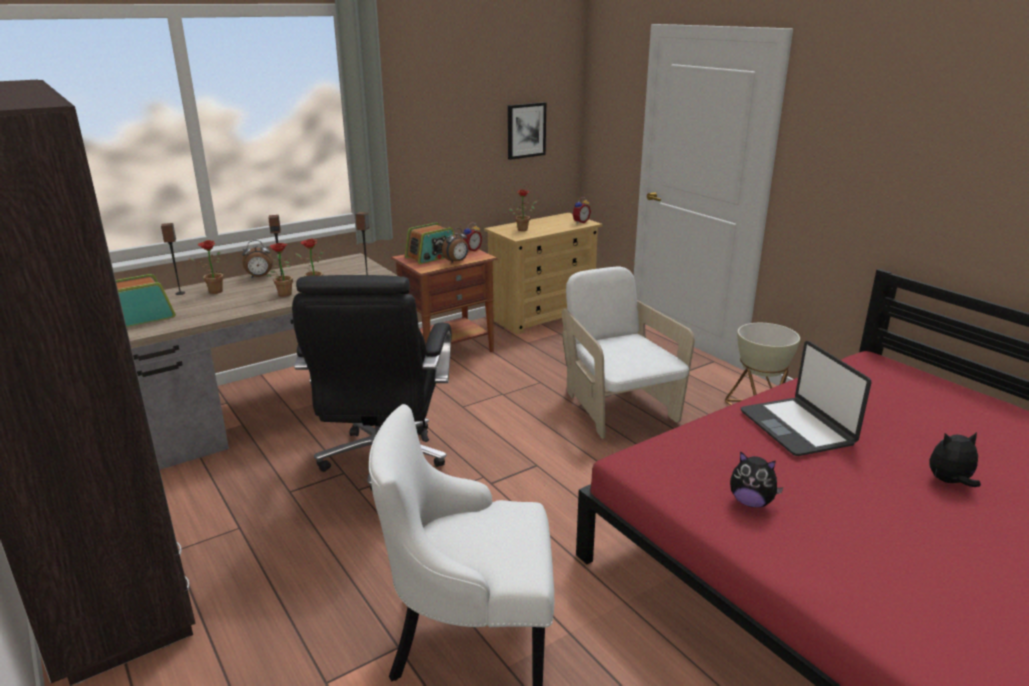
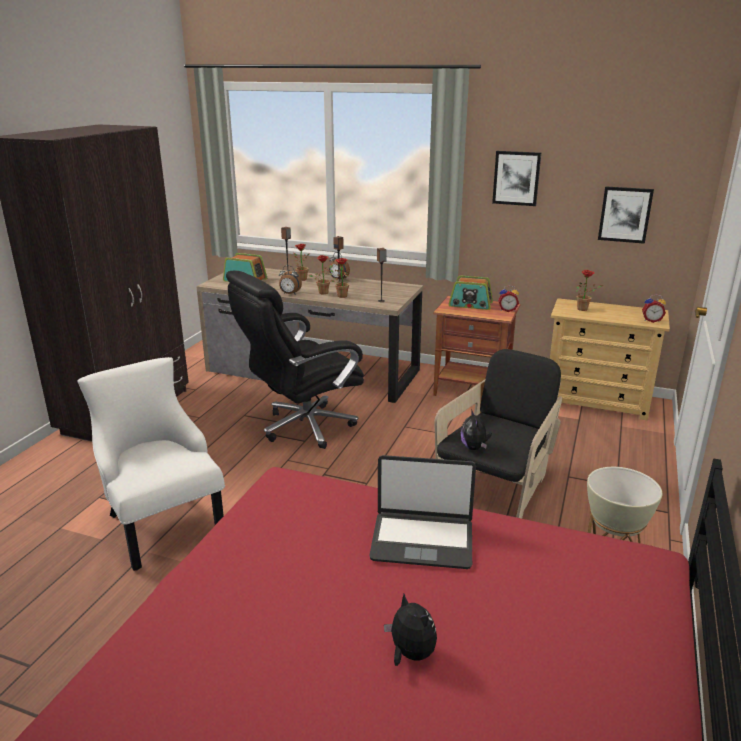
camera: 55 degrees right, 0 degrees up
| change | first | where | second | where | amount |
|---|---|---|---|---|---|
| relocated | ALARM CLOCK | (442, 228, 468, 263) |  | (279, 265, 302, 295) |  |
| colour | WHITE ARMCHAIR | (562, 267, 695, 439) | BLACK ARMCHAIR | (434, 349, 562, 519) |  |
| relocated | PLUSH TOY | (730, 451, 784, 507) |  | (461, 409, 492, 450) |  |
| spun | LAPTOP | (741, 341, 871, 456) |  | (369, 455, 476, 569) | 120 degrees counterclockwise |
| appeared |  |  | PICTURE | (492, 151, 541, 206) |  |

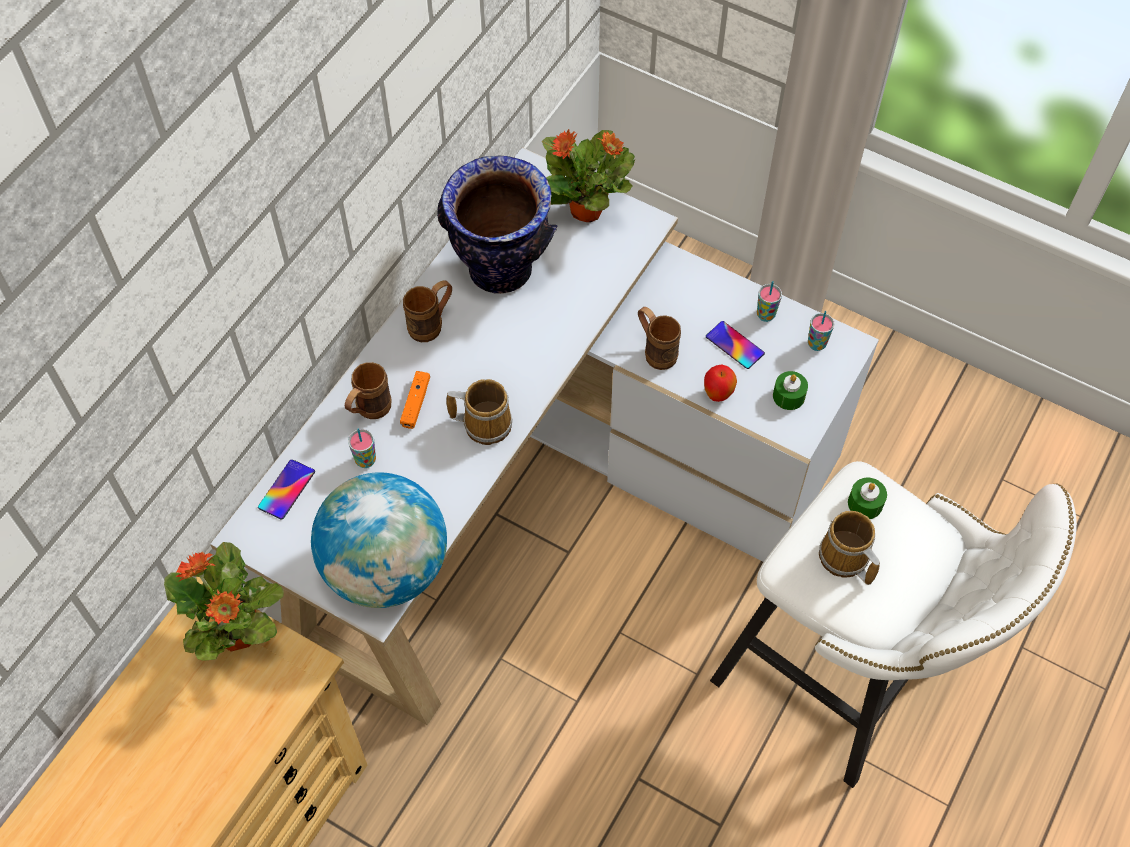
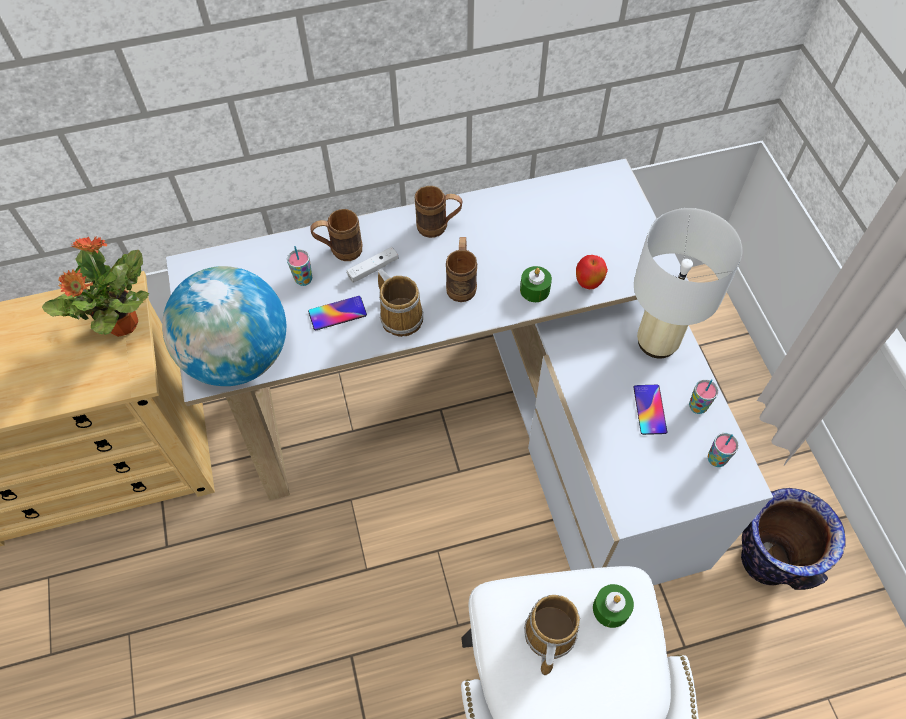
camera: 45 degrees right, 0 degrees up
| change | first | where | second | where | amount |
|---|---|---|---|---|---|
| relocated | PHONE | (258, 459, 315, 520) |  | (308, 296, 367, 331) |  |
| colour | ORANGE GAME CONTROLLER | (400, 371, 430, 429) | WHITE GAME CONTROLLER | (346, 247, 399, 283) |  |
| relocated | VASE | (437, 155, 558, 294) |  | (741, 488, 846, 590) |  |
| missing | POTTED PLANT | (542, 129, 635, 222) |  |  |  |
| relocated | BROWN MUG | (638, 307, 681, 370) |  | (446, 237, 477, 302) |  |
| relocated | APPLE | (704, 364, 737, 402) |  | (576, 255, 608, 289) |  |
| relocated | GREEN CANDLE | (773, 371, 808, 410) |  | (520, 266, 552, 302) |  |
| appeared |  |  | WHITE TABLE LAMP | (634, 208, 743, 358) |  |

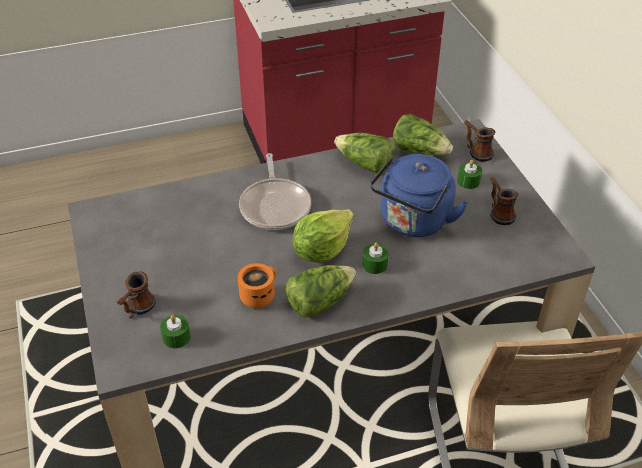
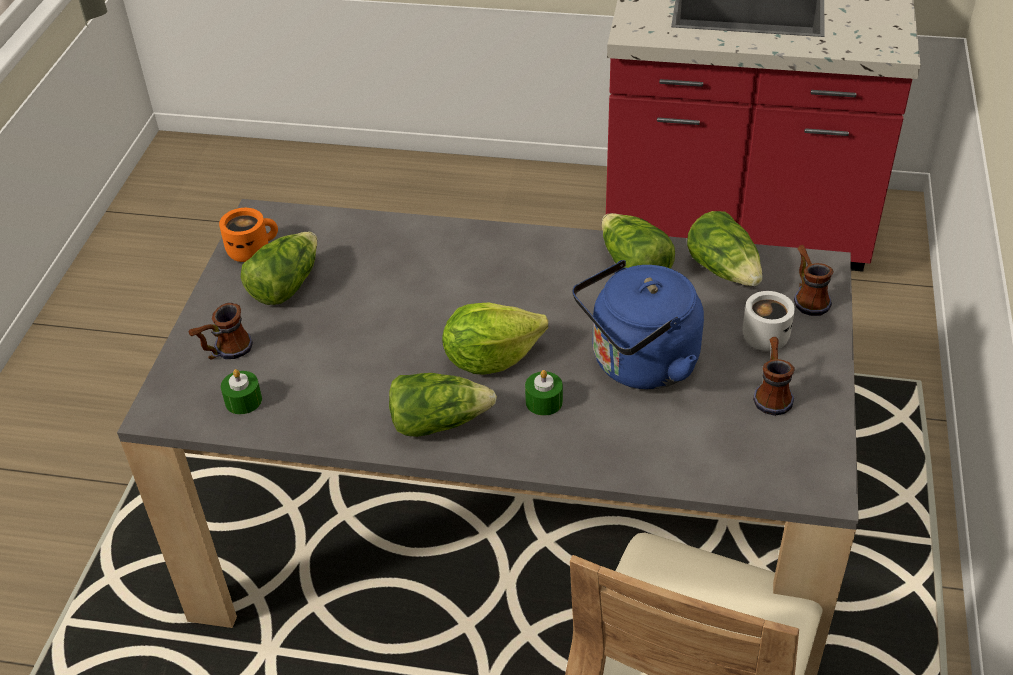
camera: 30 degrees right, 0 degrees up
| change | first | where | second | where | amount |
|---|---|---|---|---|---|
| relocated | ORANGE MUG | (238, 263, 276, 309) |  | (219, 208, 278, 262) |  |
| missing | FRYING PAN | (239, 153, 311, 230) |  |  |  |
| exchanged | GREEN CANDLE | (457, 160, 482, 189) | WHITE MUG | (743, 291, 795, 351) |  |
| appeared |  |  | LETTUCE | (241, 232, 317, 305) |  |

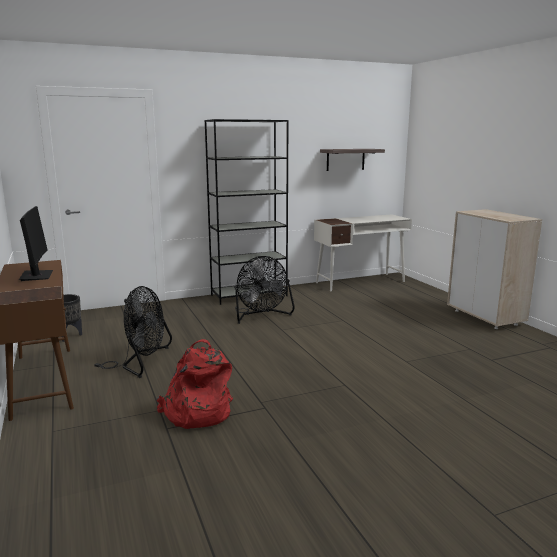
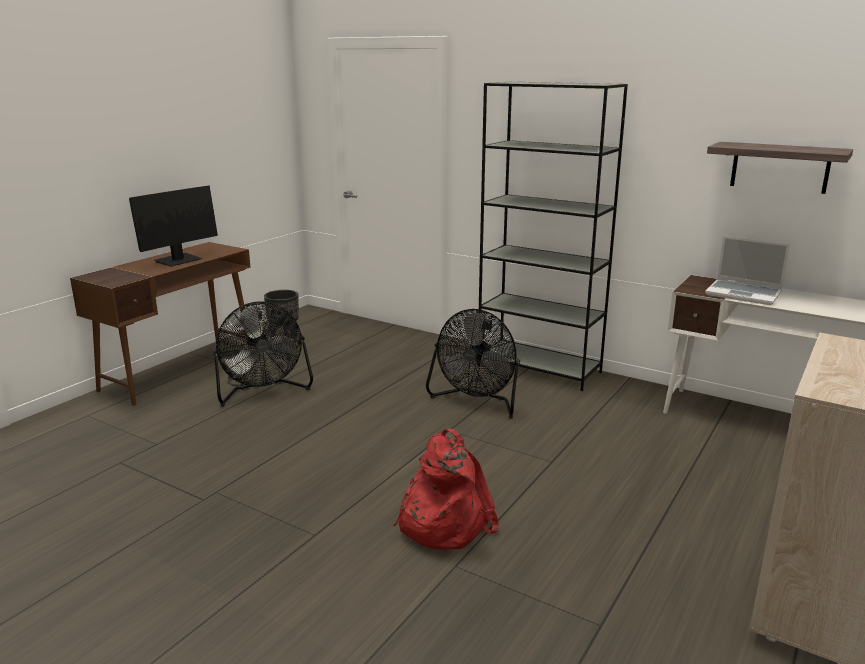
camera: 55 degrees right, 5 degrees up
| change | first | where | second | where | amount |
|---|---|---|---|---|---|
| relocated | RED BACKPACK | (156, 339, 233, 429) |  | (394, 429, 499, 550) |  |
| appeared |  |  | LAPTOP | (705, 236, 790, 305) |  |

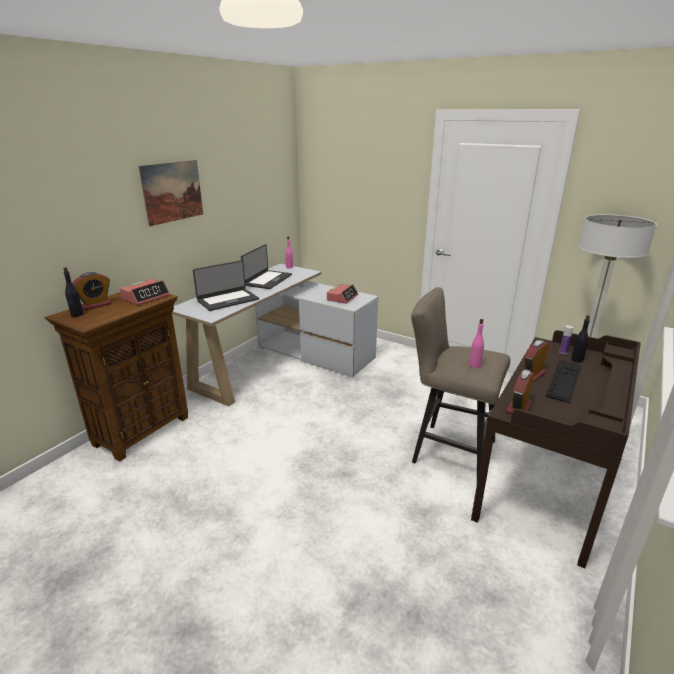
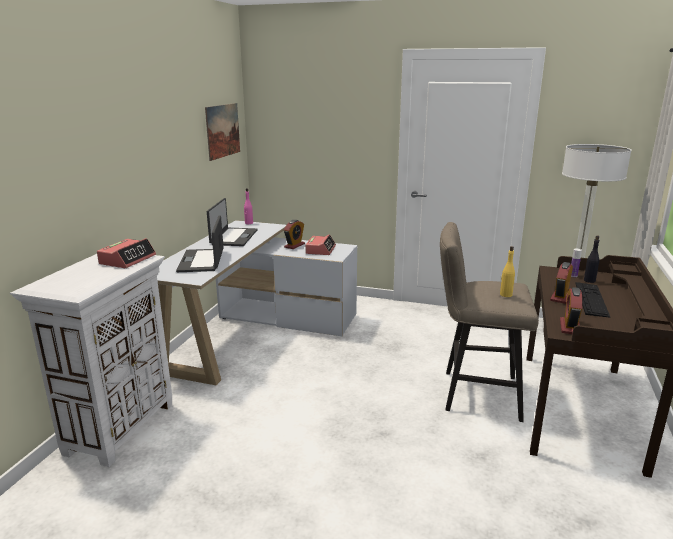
camera: 15 degrees left, 5 degrees down
| change | first | where | second | where | amount |
|---|---|---|---|---|---|
| colour | BROWN CABINET | (45, 292, 188, 462) | WHITE CABINET | (10, 254, 172, 467) |  |
| missing | BLACK BOTTLE | (63, 267, 84, 317) |  |  |  |
| relocated | ALARM CLOCK | (72, 272, 112, 310) |  | (284, 220, 305, 249) |  |
| relocated | PICTURE | (138, 160, 203, 226) |  | (205, 103, 240, 161) |  |
| spun | LAPTOP | (193, 260, 259, 311) |  | (176, 215, 224, 272) | 135 degrees clockwise |
| colour | PINK BOTTLE | (469, 319, 484, 368) | YELLOW BOTTLE | (500, 246, 515, 297) |  |

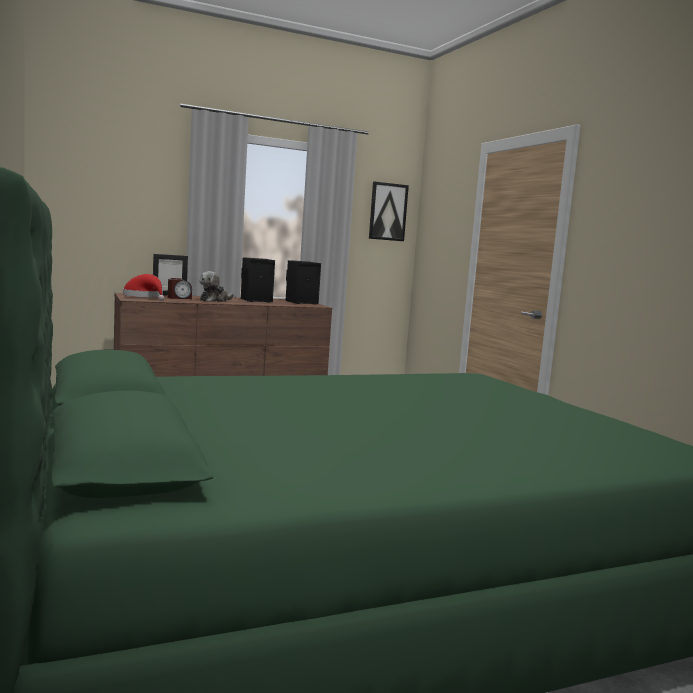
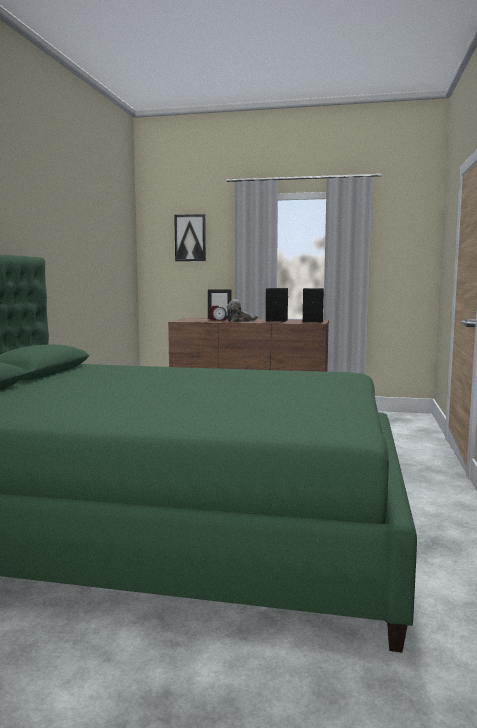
camera: 35 degrees right, 0 degrees up
| change | first | where | second | where | amount |
|---|---|---|---|---|---|
| missing | RED HAT | (123, 274, 164, 301) |  |  |  |
| relocated | PICTURE | (369, 181, 409, 241) |  | (174, 214, 206, 261) |  |

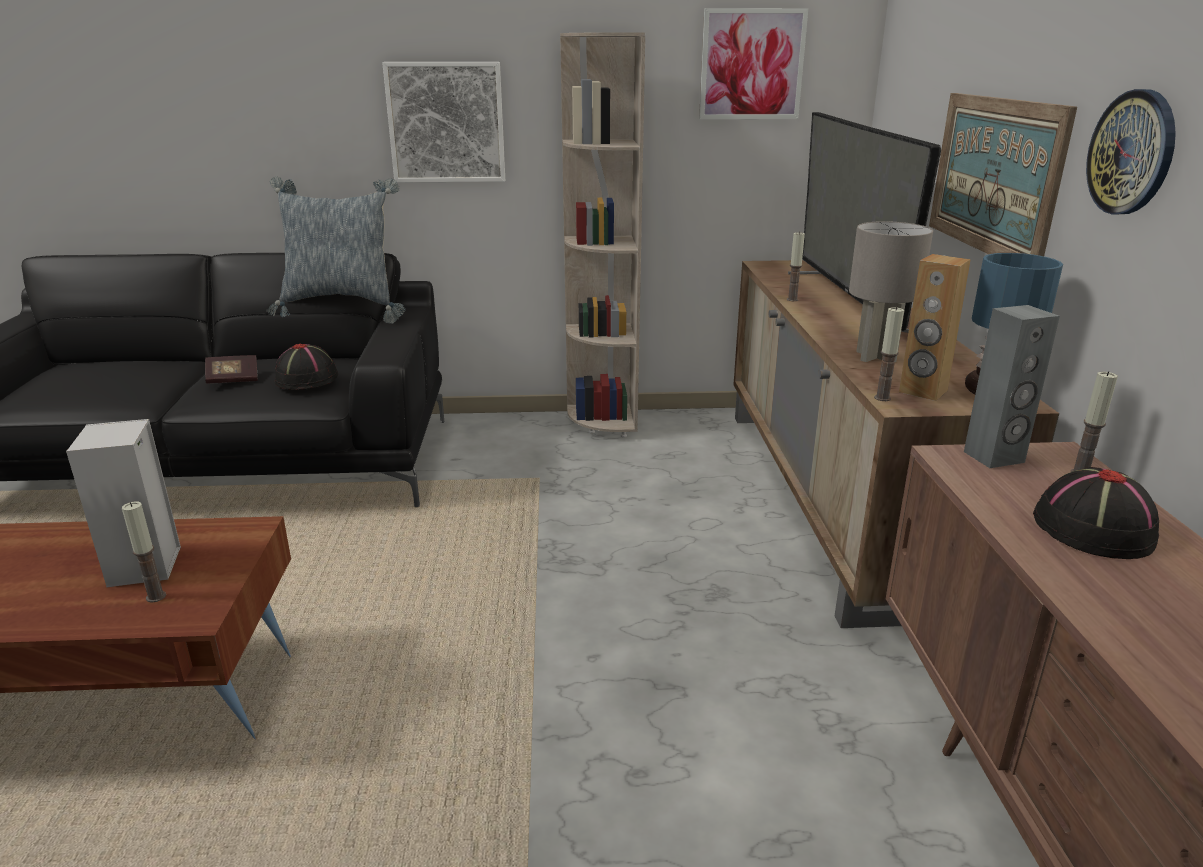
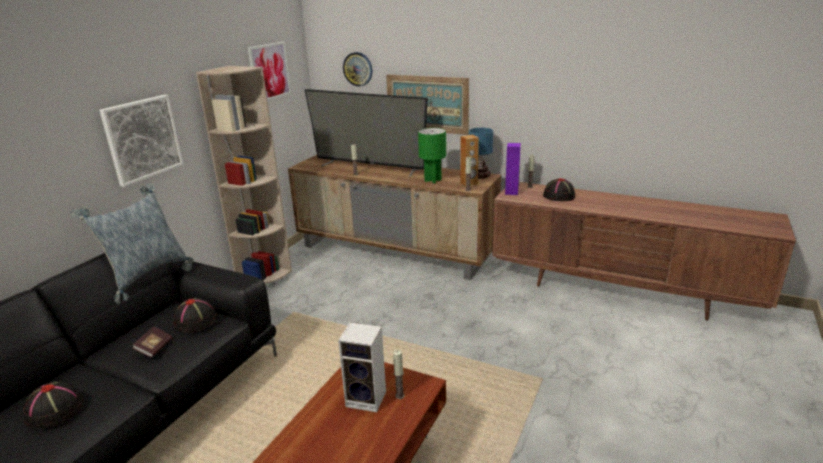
camera: 60 degrees left, 0 degrees up
| change | first | where | second | where | amount |
|---|---|---|---|---|---|
| colour | GREY TABLE LAMP | (849, 221, 933, 362) | GREEN TABLE LAMP | (418, 128, 446, 184) |  |
| colour | GREY SPEAKER | (964, 305, 1060, 468) | PURPLE SPEAKER | (505, 143, 521, 195) |  |
| relocated | WALL CLOCK | (1086, 89, 1176, 214) |  | (343, 52, 372, 87) |  |
| appeared |  |  | BLACK HAT | (23, 382, 83, 429) |  |

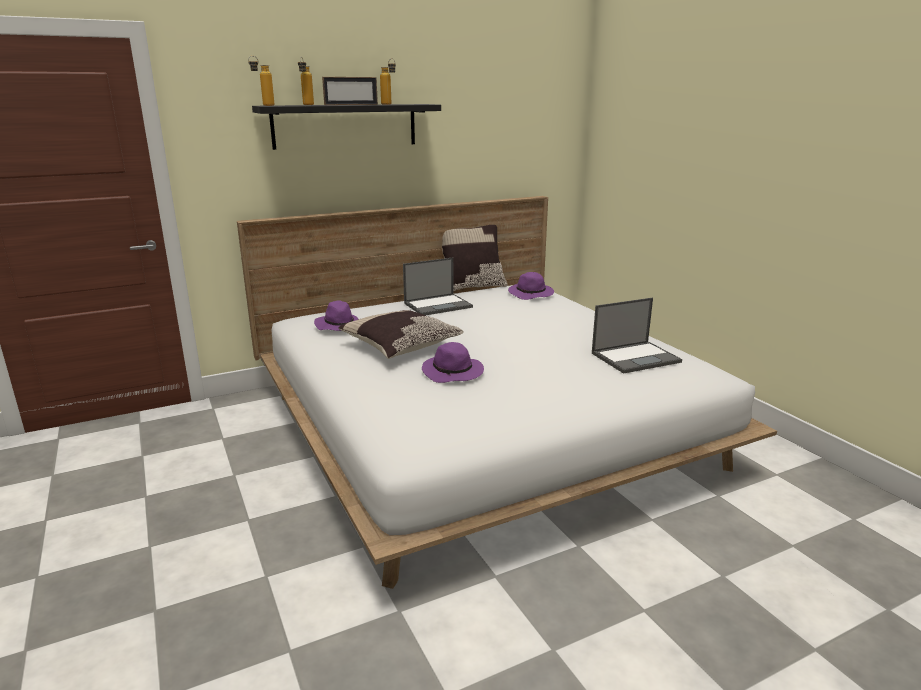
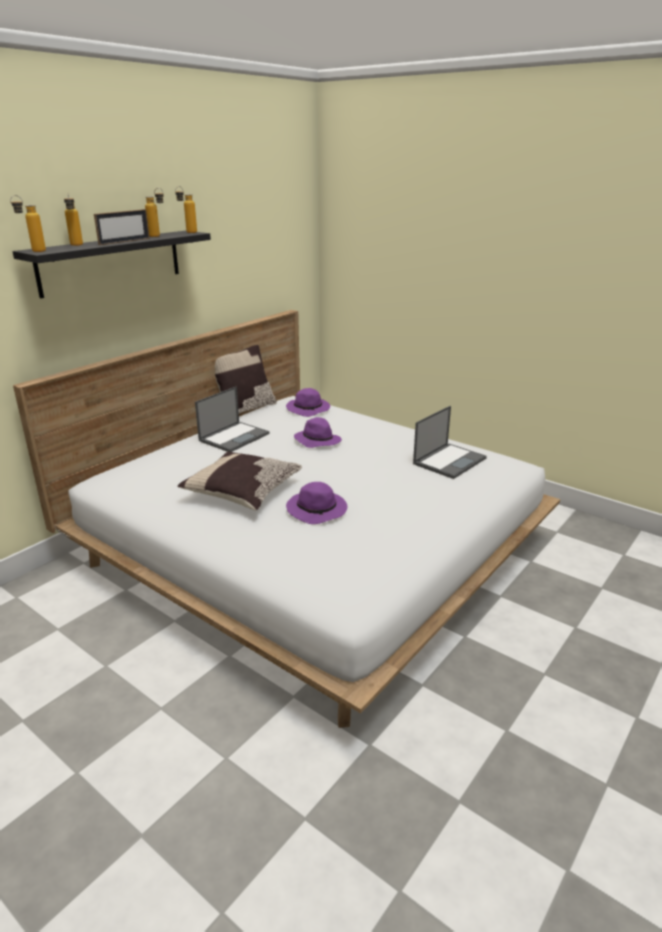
camera: 25 degrees left, 5 degrees up
| change | first | where | second | where | amount |
|---|---|---|---|---|---|
| relocated | PURPLE HAT | (314, 301, 358, 331) |  | (294, 417, 342, 448) |  |
| appeared |  |  | BOTTLE | (175, 186, 197, 233) |  |

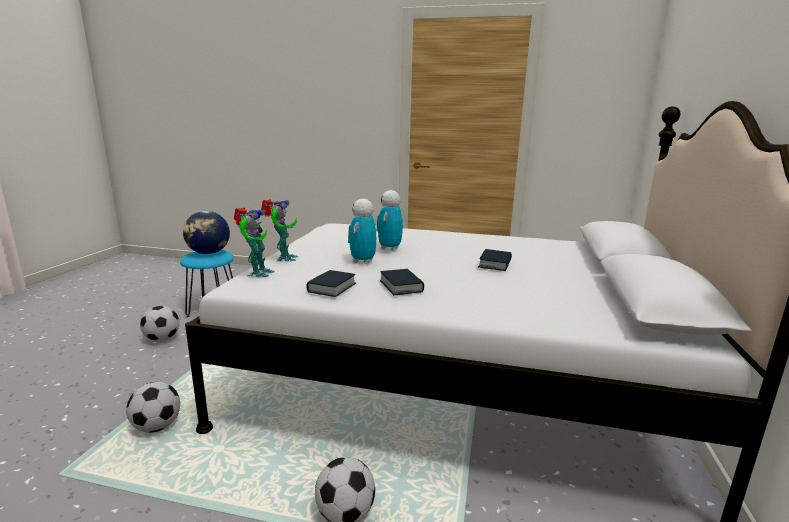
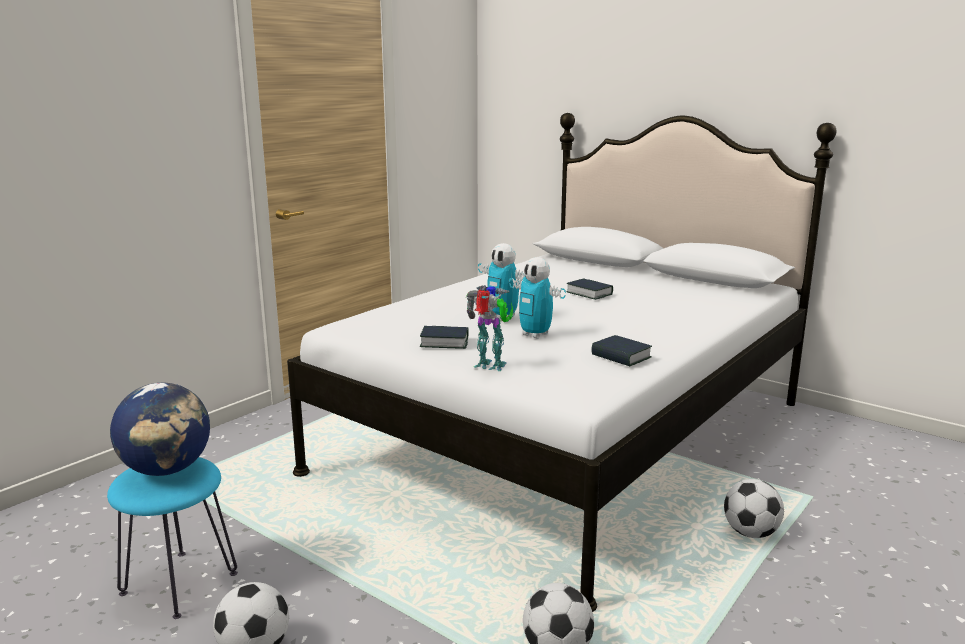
camera: 65 degrees left, 0 degrees up
| change | first | where | second | where | amount |
|---|---|---|---|---|---|
| missing | TOY ROBOT | (234, 207, 275, 277) |  |  |  |
| relocated | BOOK | (380, 269, 424, 295) |  | (420, 326, 468, 349) |  |

